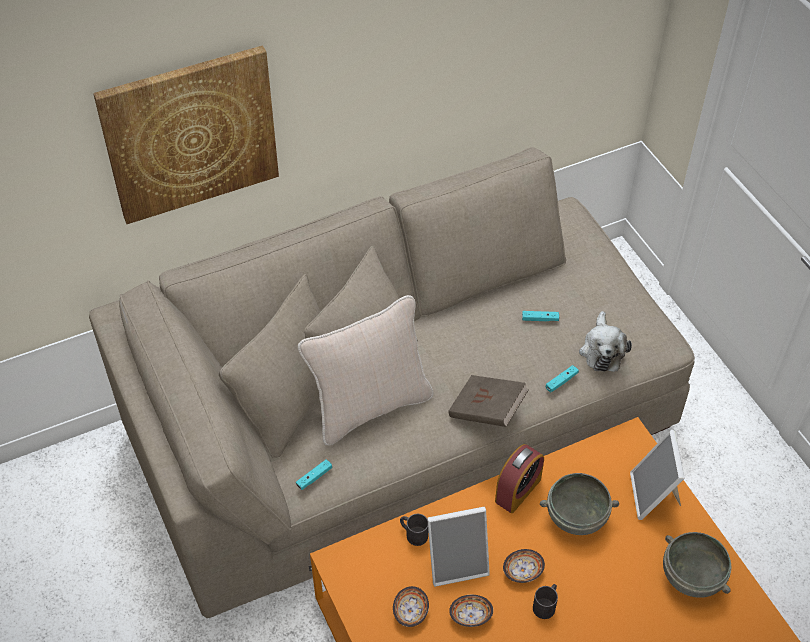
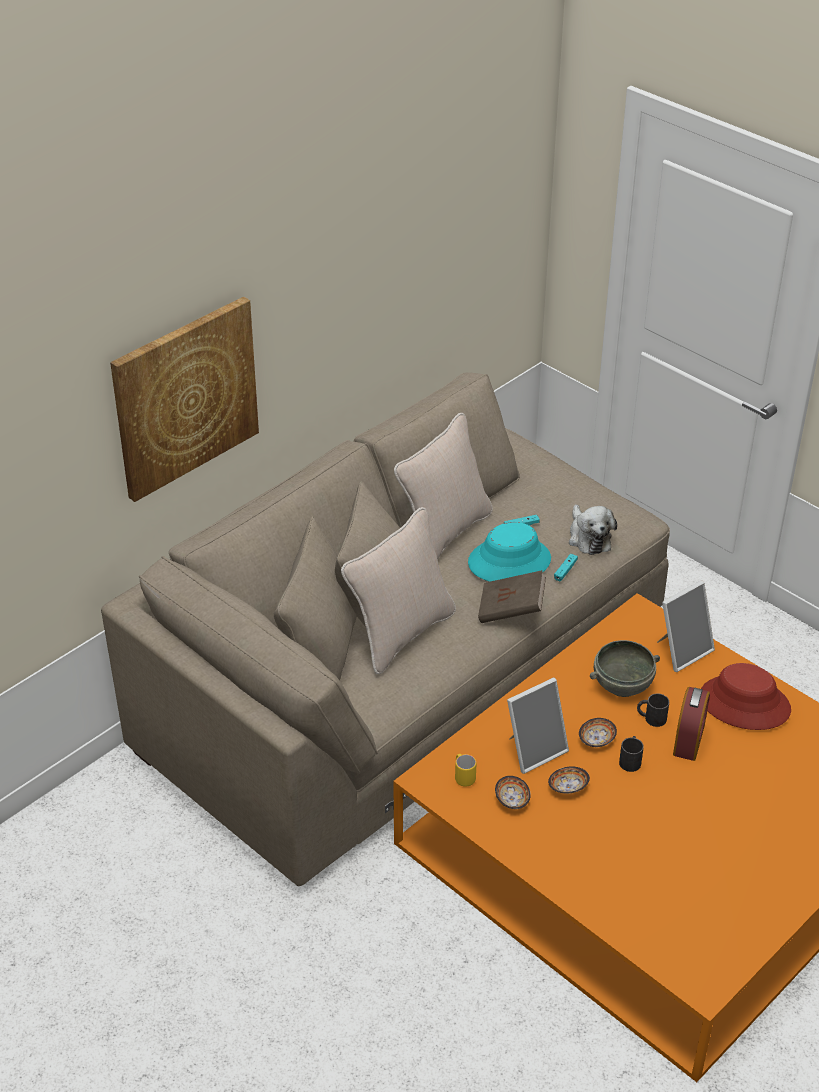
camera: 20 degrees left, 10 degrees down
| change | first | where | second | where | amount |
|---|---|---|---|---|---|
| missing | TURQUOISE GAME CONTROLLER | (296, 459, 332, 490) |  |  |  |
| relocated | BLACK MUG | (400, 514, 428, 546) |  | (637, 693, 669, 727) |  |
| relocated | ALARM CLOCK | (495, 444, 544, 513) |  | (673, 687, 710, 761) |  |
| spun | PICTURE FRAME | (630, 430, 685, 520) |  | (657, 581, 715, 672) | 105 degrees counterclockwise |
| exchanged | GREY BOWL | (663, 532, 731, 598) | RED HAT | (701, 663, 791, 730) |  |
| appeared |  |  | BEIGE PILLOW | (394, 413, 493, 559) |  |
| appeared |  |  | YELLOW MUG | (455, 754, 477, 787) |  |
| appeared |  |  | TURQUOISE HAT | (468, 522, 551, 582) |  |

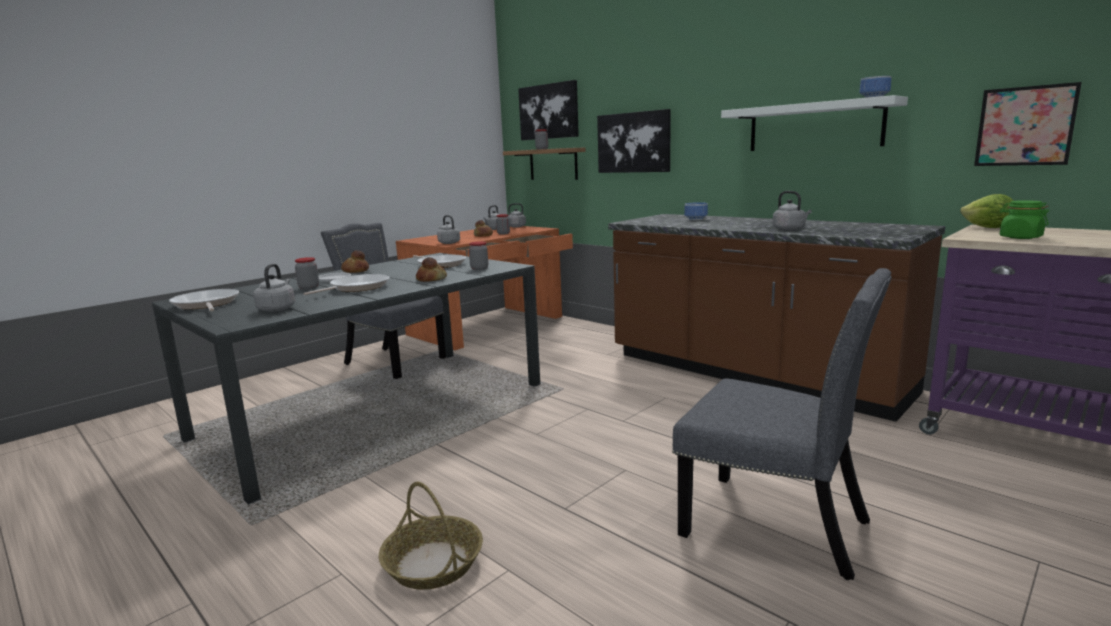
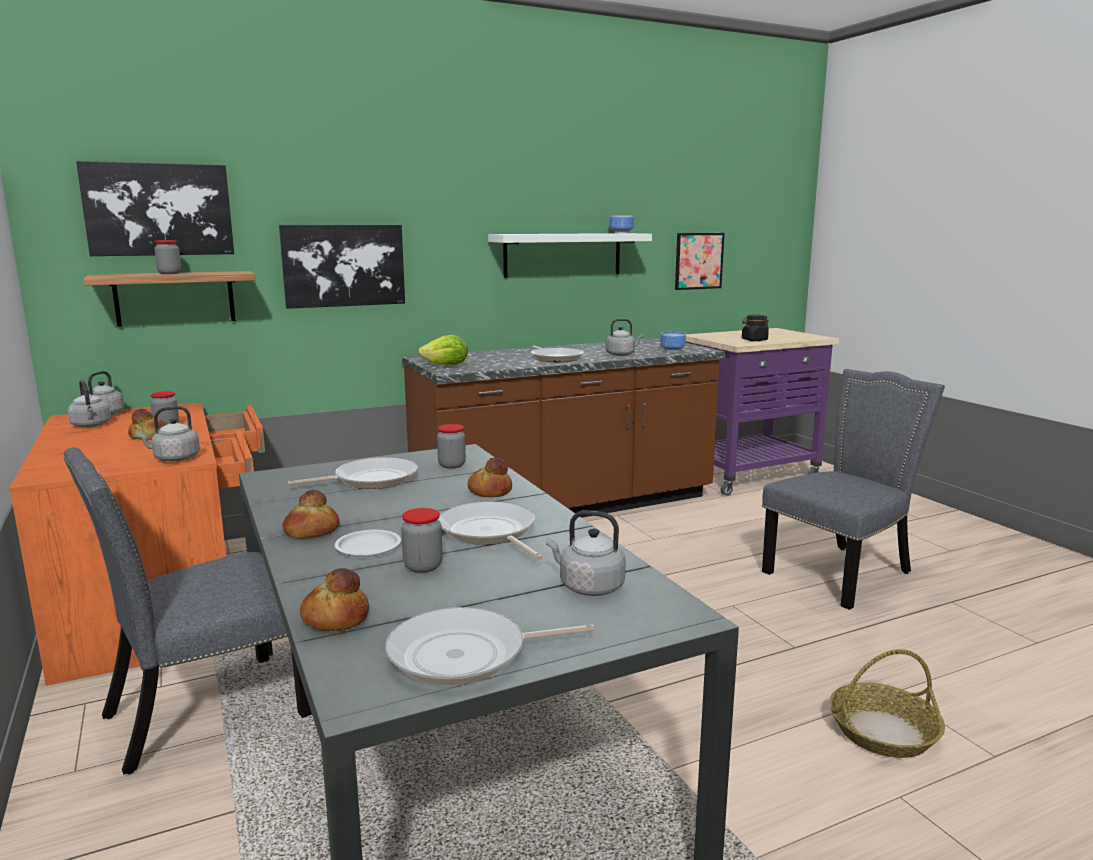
camera: 70 degrees left, 0 degrees up
| change | first | where | second | where | amount |
|---|---|---|---|---|---|
| relocated | BOWL | (684, 202, 708, 220) |  | (660, 331, 686, 352) |  |
| relocated | LETTUCE | (960, 194, 1014, 228) |  | (418, 335, 468, 366) |  |
| colour | GREEN JAR | (1000, 200, 1049, 239) | BLACK JAR | (742, 315, 769, 341) |  |
| appeared |  |  | BREAD | (300, 568, 369, 631) |  |
| appeared |  |  | FRYING PAN | (531, 345, 584, 362) |  |

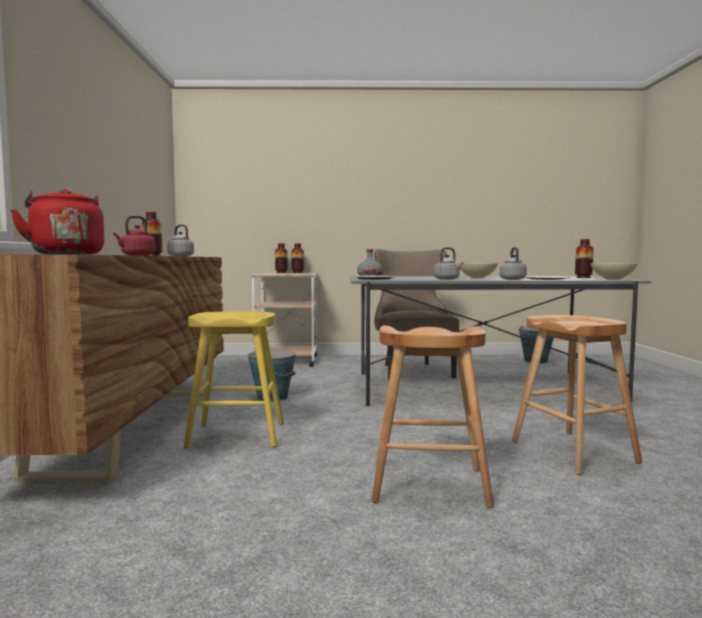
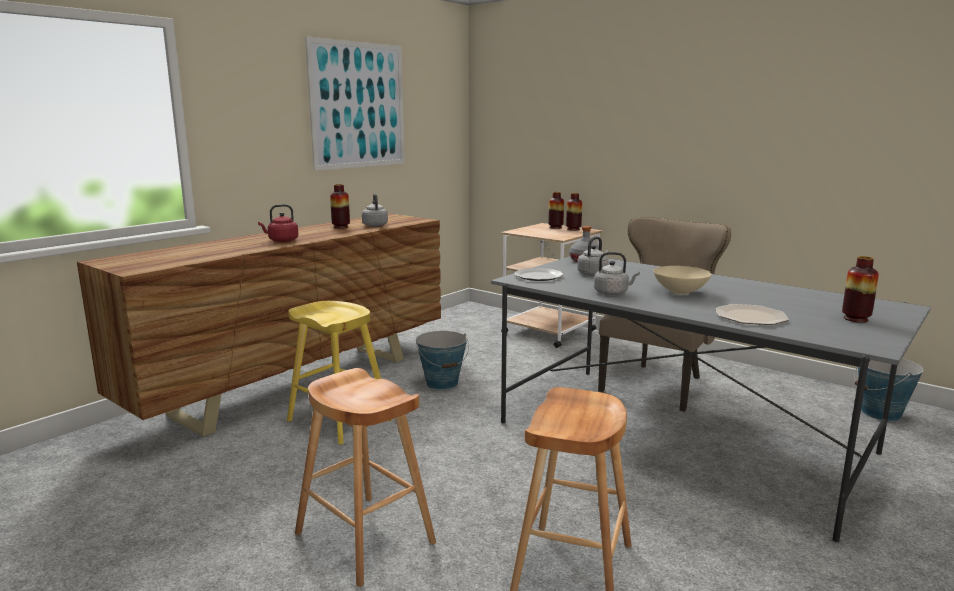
camera: 40 degrees right, 10 degrees up
| change | first | where | second | where | amount |
|---|---|---|---|---|---|
| missing | RED KETTLE | (10, 189, 104, 255) |  |  |  |
| relocated | GREY KETTLE | (499, 247, 527, 280) |  | (577, 237, 609, 276) |  |
| missing | BEIGE BOWL | (591, 263, 638, 280) |  |  |  |
| appeared |  |  | PICTURE | (305, 36, 405, 171) |  |

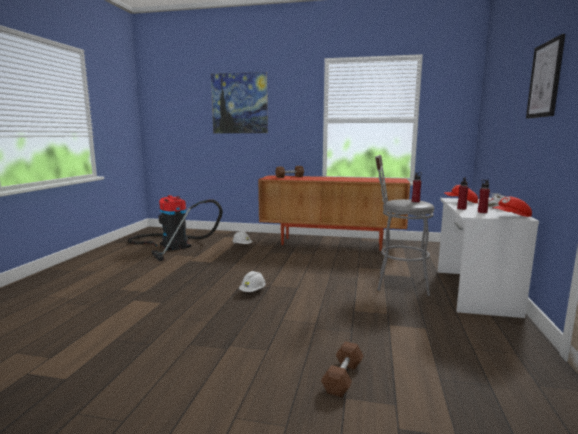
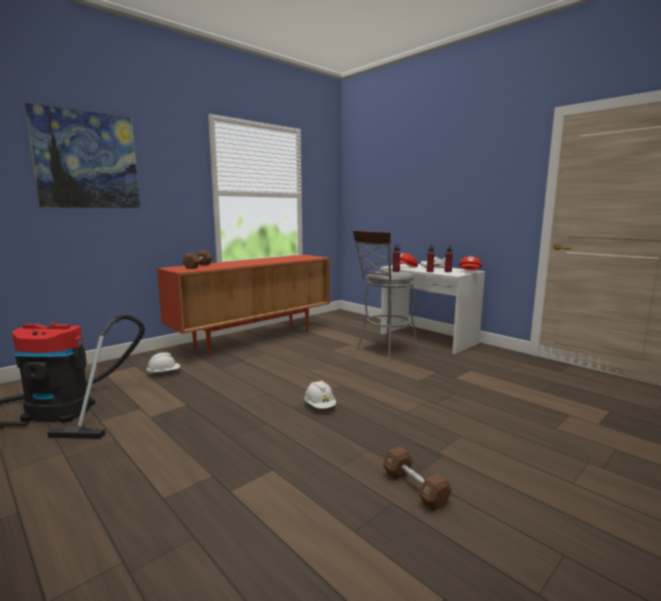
camera: 55 degrees left, 0 degrees up
| change | first | where | second | where | amount |
|---|---|---|---|---|---|
| relocated | BROWN DUMBBELL | (321, 341, 364, 397) |  | (383, 446, 452, 511) |  |
| missing | PICTURE | (526, 34, 565, 119) |  |  |  |

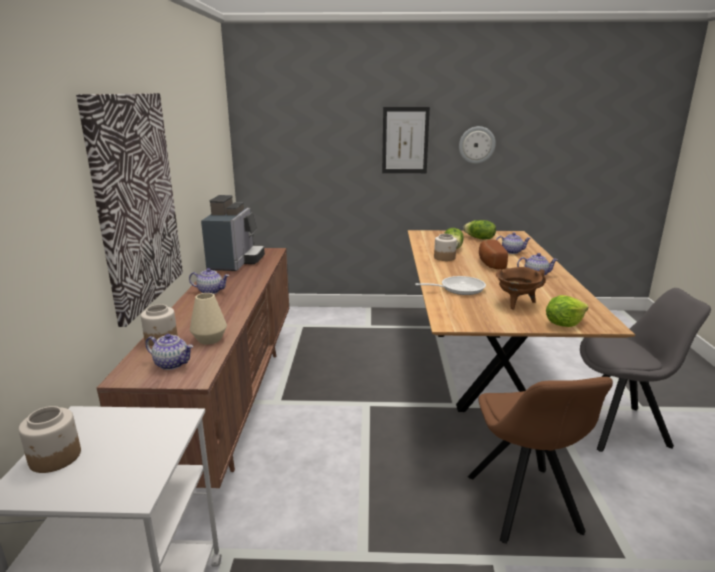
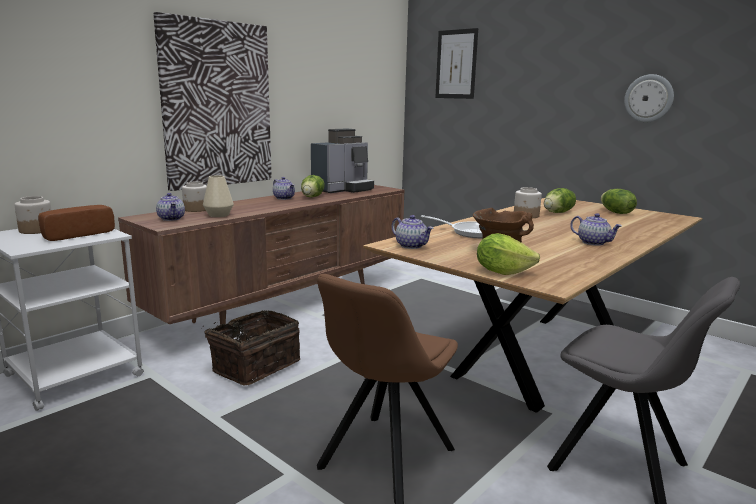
camera: 40 degrees right, 5 degrees down
| change | first | where | second | where | amount |
|---|---|---|---|---|---|
| relocated | PICTURE | (382, 107, 430, 173) |  | (435, 28, 478, 99) |  |
| relocated | BREAD | (479, 240, 508, 269) |  | (38, 205, 115, 241) |  |
| relocated | TEAPOT | (496, 232, 531, 254) |  | (392, 215, 434, 249) |  |
| appeared |  |  | BASKET | (203, 310, 300, 385) |  |
| appeared |  |  | LETTUCE | (301, 175, 325, 197) |  |

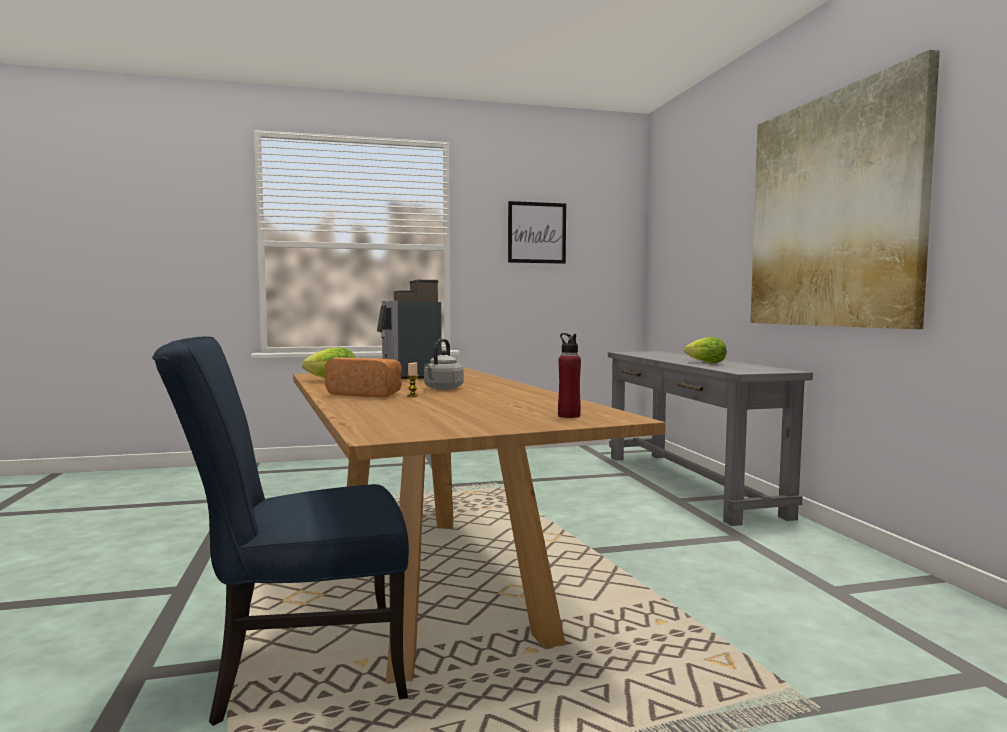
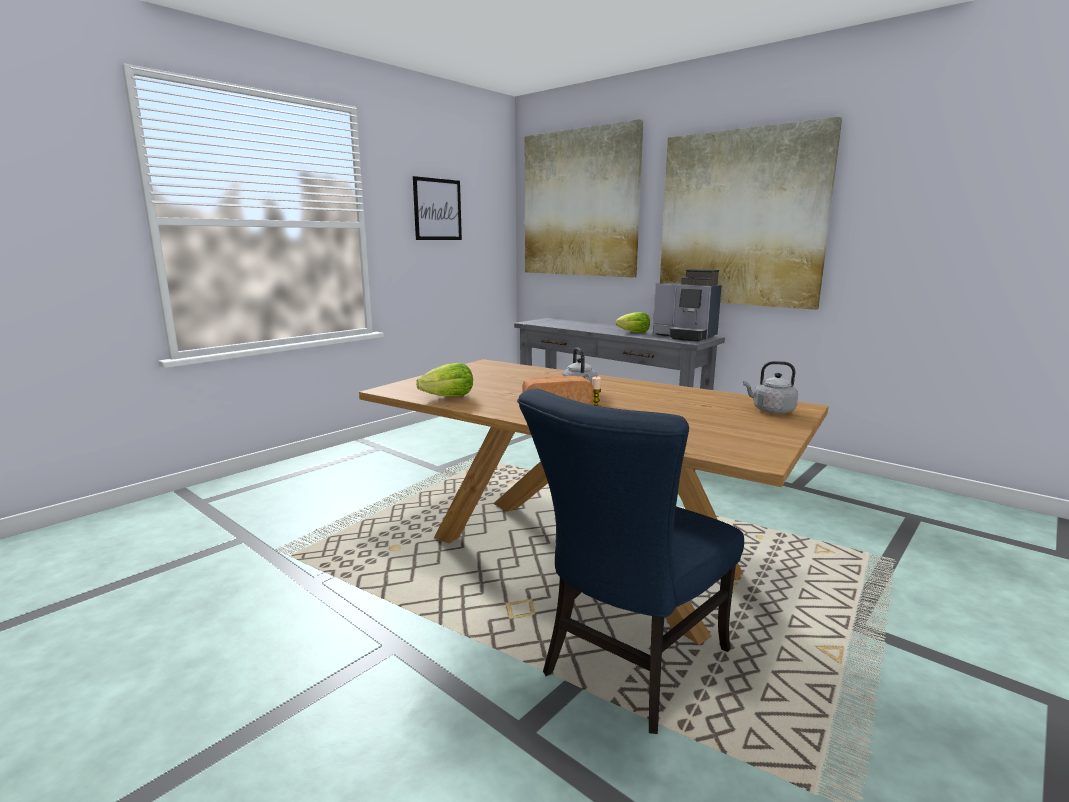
camera: 35 degrees left, 10 degrees up
| change | first | where | second | where | amount |
|---|---|---|---|---|---|
| relocated | COFFEE MACHINE | (377, 280, 442, 379) |  | (653, 269, 722, 342) |  |
| exchanged | RED BOTTLE | (558, 333, 581, 418) | GREY KETTLE | (743, 361, 798, 414) |  |
| appeared |  |  | PICTURE | (525, 119, 643, 277) |  |

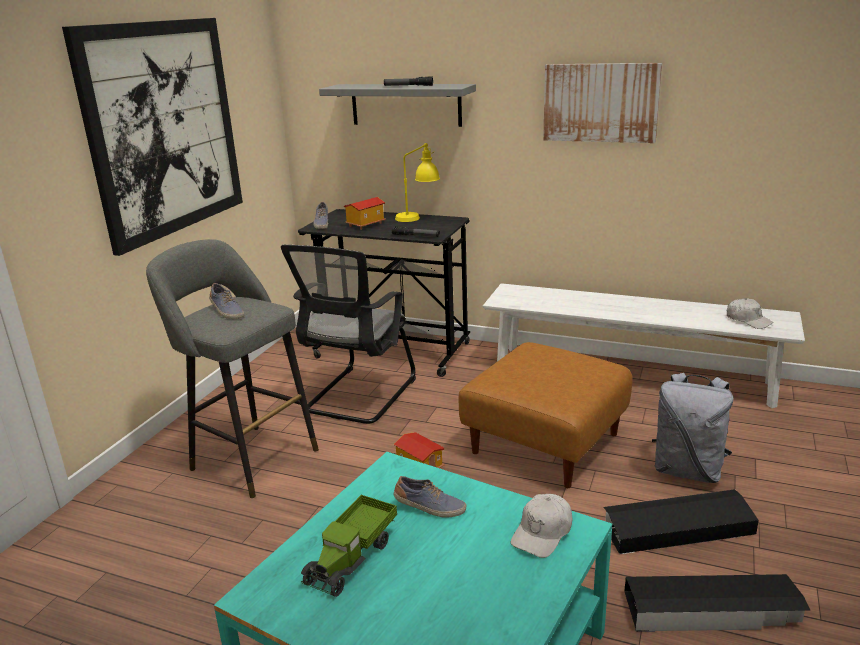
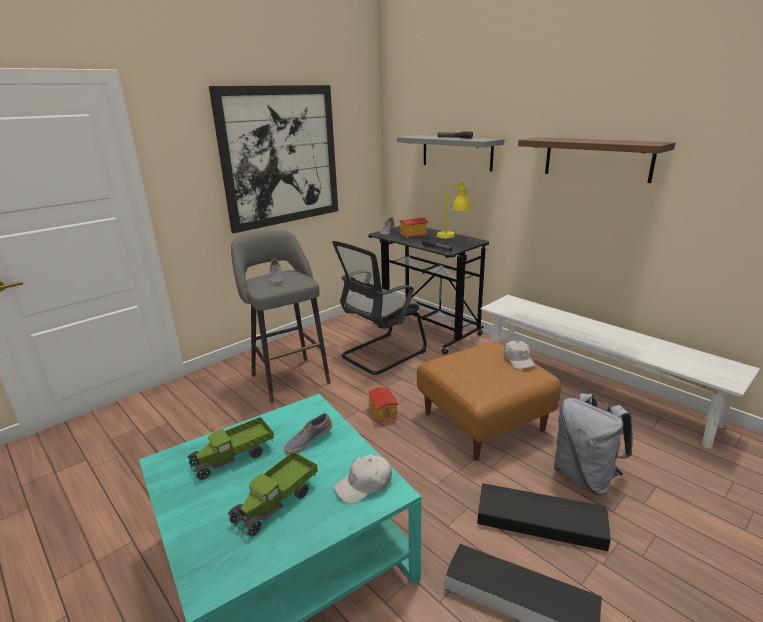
camera: 25 degrees right, 0 degrees up
| change | first | where | second | where | amount |
|---|---|---|---|---|---|
| spun | SHOE | (394, 476, 466, 518) |  | (284, 413, 333, 454) | 105 degrees clockwise |
| exchanged | PICTURE | (543, 63, 662, 143) | BROWN SHELF | (518, 137, 675, 183) |  |
| relocated | WHITE CAP | (727, 298, 774, 329) |  | (504, 341, 536, 369) |  |
| appeared |  |  | TOY TRUCK | (228, 452, 318, 537) |  |

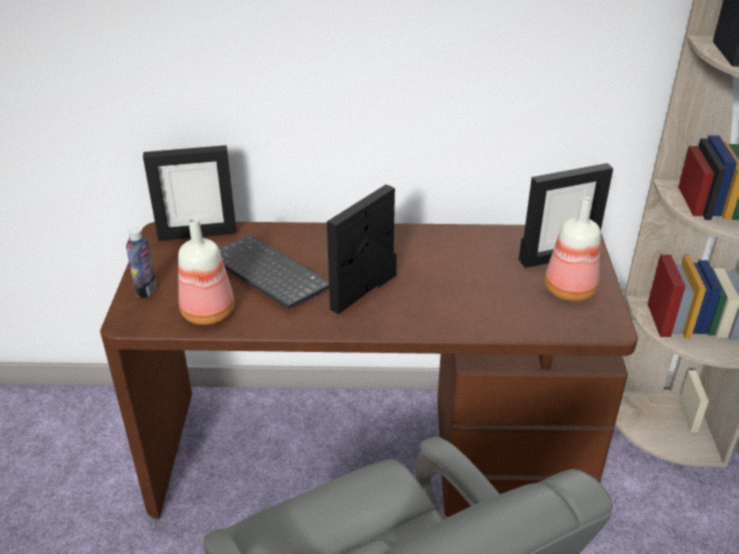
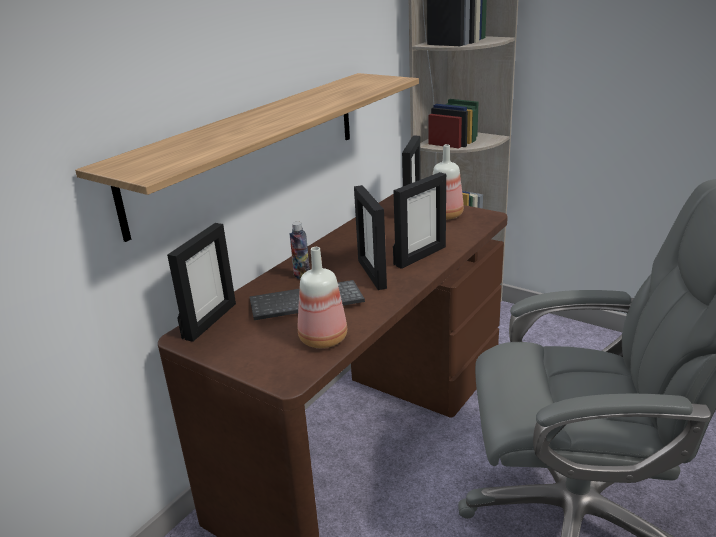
camera: 55 degrees left, 10 degrees down
| change | first | where | second | where | amount |
|---|---|---|---|---|---|
| relocated | BOTTLE | (126, 227, 157, 299) |  | (289, 221, 310, 279) |  |
| appeared |  |  | SHELF | (75, 73, 419, 242) |  |
| appeared |  |  | PICTURE FRAME | (393, 172, 446, 269) |  |

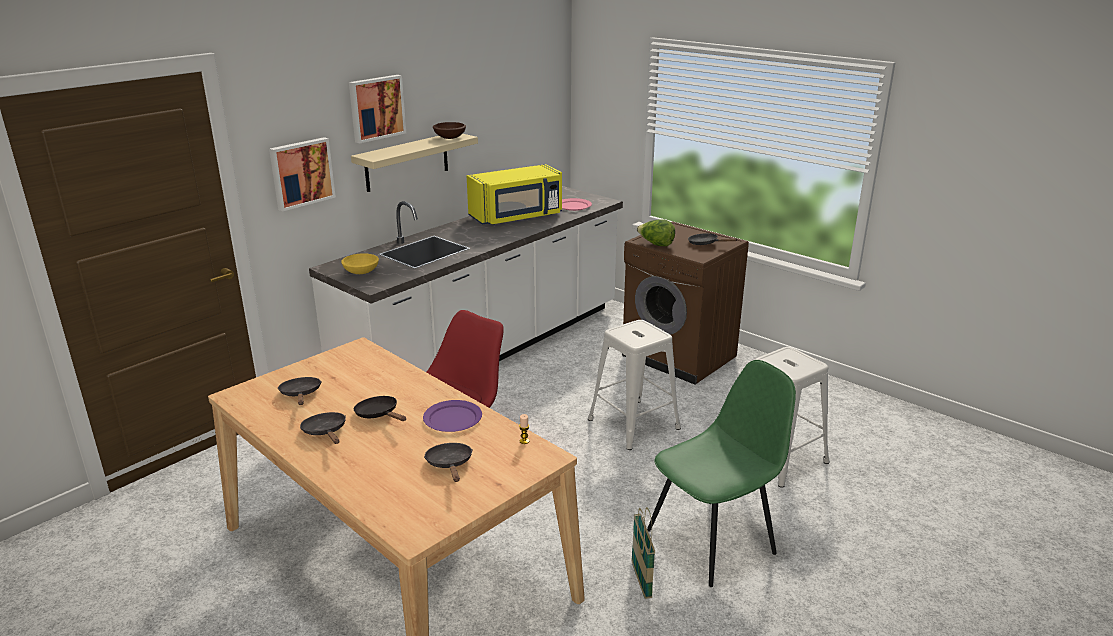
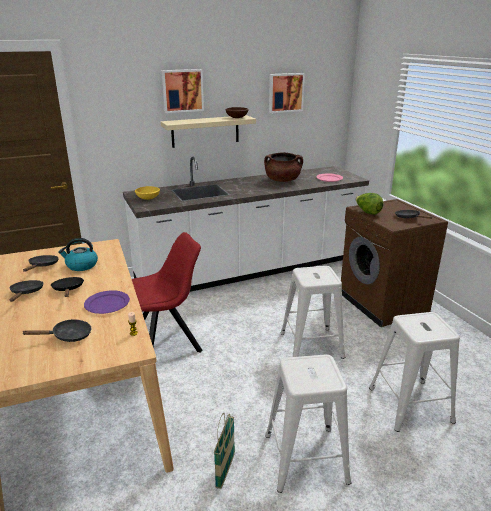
camera: 25 degrees right, 0 degrees up
| change | first | where | second | where | amount |
|---|---|---|---|---|---|
| relocated | PICTURE | (269, 137, 336, 211) |  | (269, 73, 305, 113) |  |
| spun | BLACK FRYING PAN | (424, 443, 473, 482) |  | (21, 319, 92, 342) | 60 degrees clockwise |
| exchanged | YELLOW MICROWAVE | (467, 164, 562, 225) | BROWN COOKING POT | (264, 152, 303, 182) |  |
| exchanged | GREEN CHAIR | (647, 360, 796, 587) | WHITE STOOL | (265, 355, 351, 493) |  |
| appeared |  |  | KETTLE | (58, 238, 98, 271) |  |

